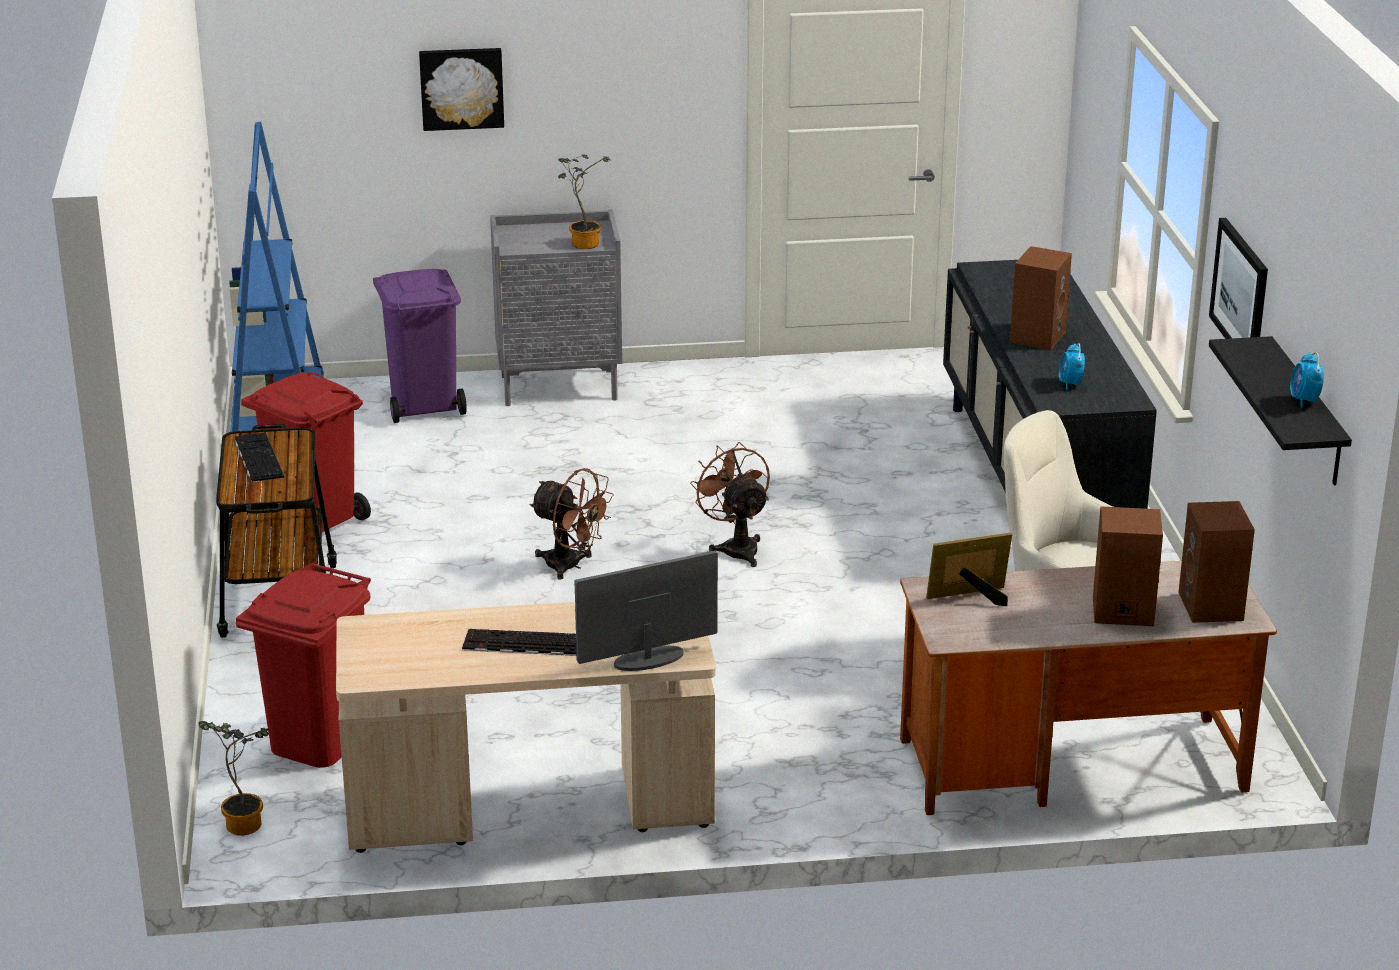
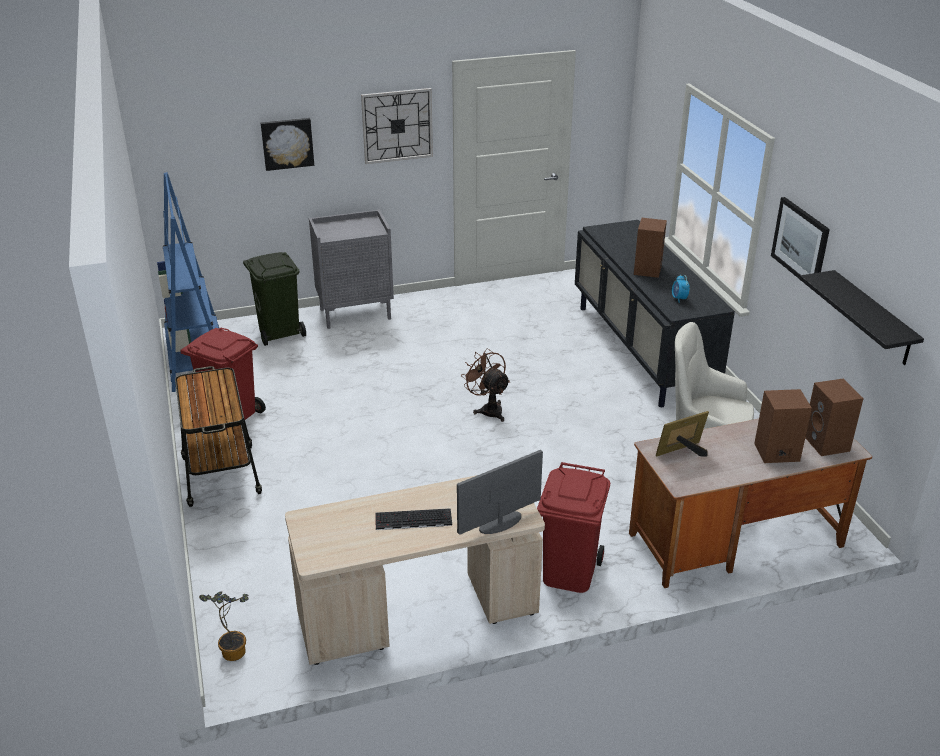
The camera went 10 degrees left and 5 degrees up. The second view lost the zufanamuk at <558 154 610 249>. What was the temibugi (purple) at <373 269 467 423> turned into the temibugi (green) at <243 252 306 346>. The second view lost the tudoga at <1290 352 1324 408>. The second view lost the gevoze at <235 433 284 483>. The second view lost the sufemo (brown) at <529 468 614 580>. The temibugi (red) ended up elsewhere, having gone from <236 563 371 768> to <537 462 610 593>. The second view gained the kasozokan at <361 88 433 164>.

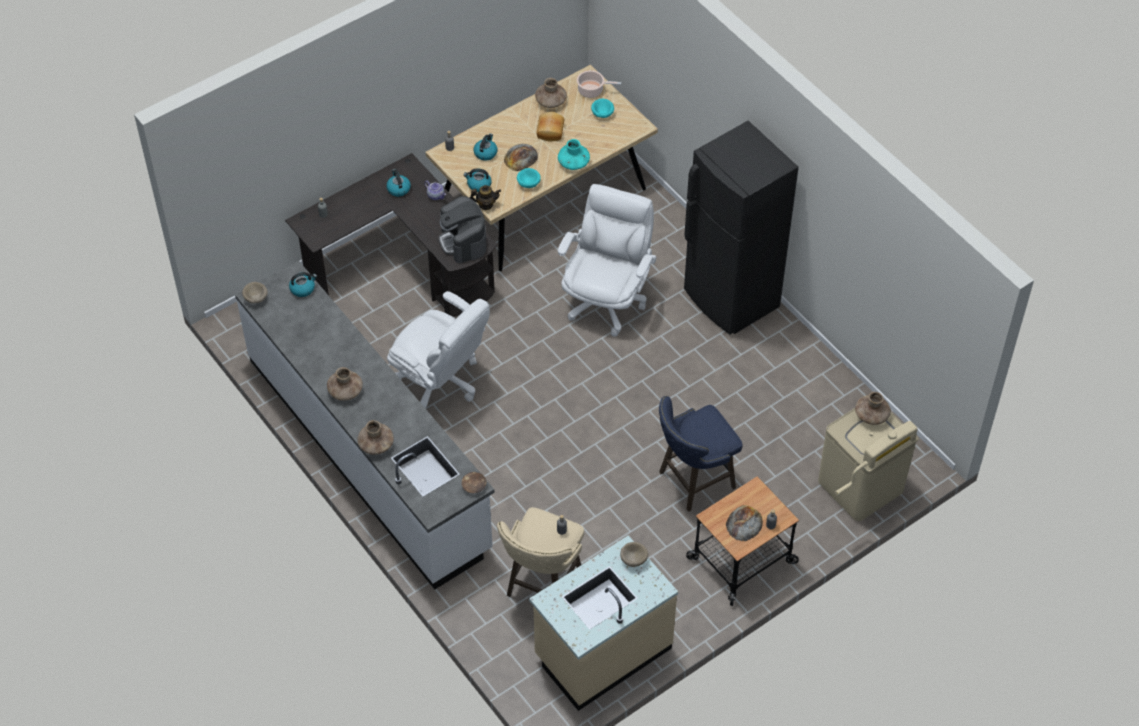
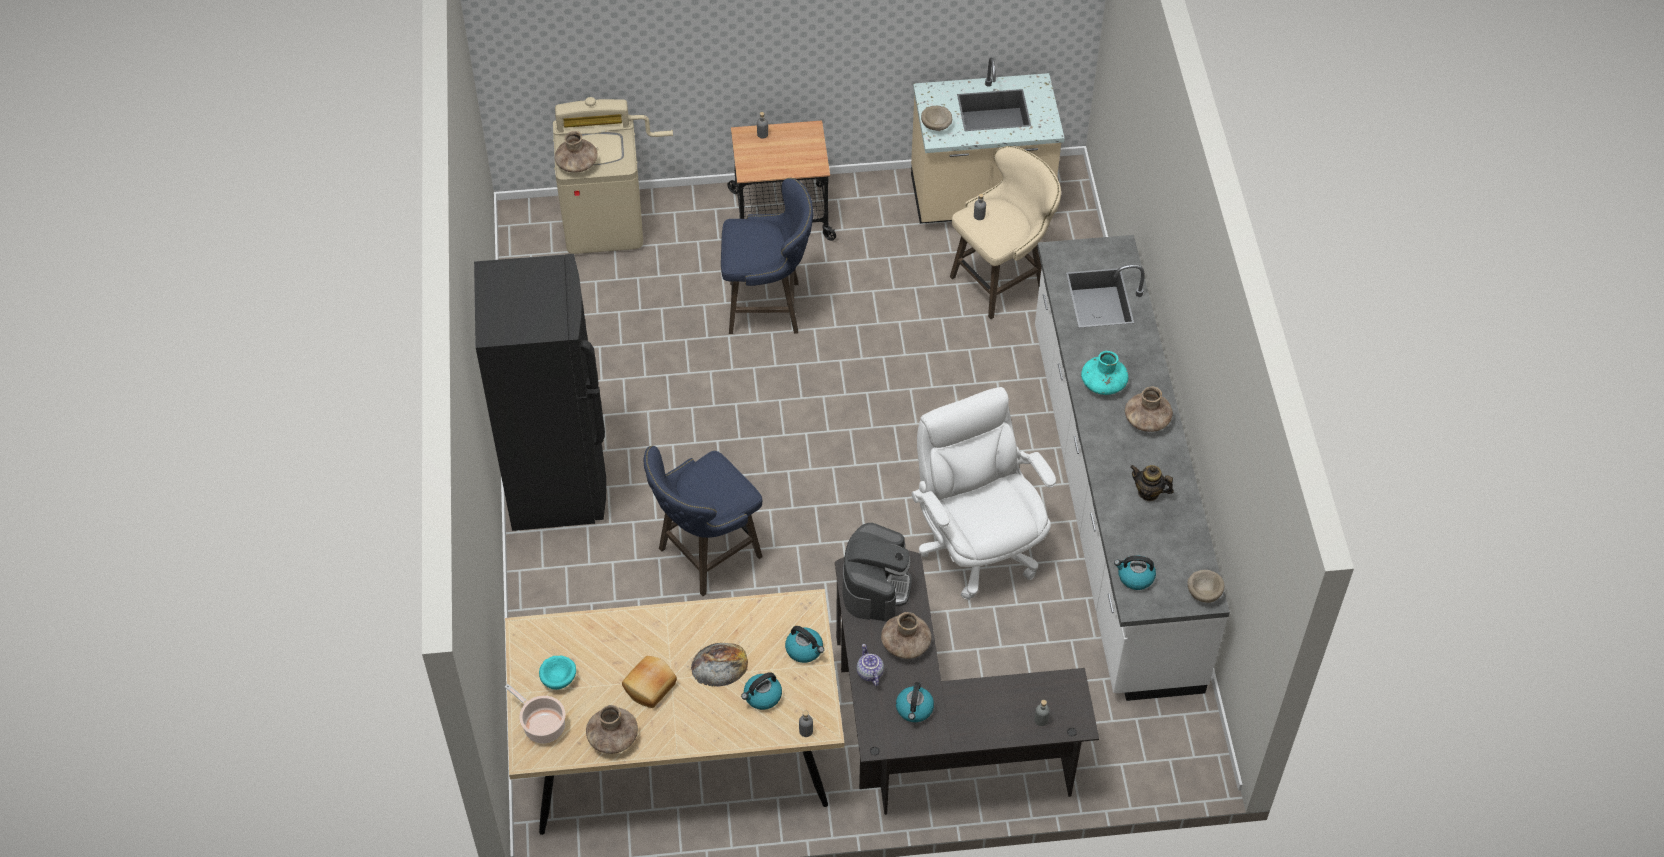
The camera went 150 degrees left and 0 degrees up. The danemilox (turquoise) ended up elsewhere, having gone from <558 139 590 170> to <1081 351 1128 395>. The second view lost the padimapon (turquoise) at <517 168 541 188>. Where the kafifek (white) stood at <558 184 656 337>, the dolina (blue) came to stand at <644 445 763 596>. The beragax ended up elsewhere, having gone from <470 185 501 210> to <1130 465 1174 501>. The danemilox (brown) ended up elsewhere, having gone from <357 420 394 455> to <881 612 931 659>. The second view lost the padimapon (brown) at <461 472 487 493>. The second view lost the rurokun at <726 505 763 541>.

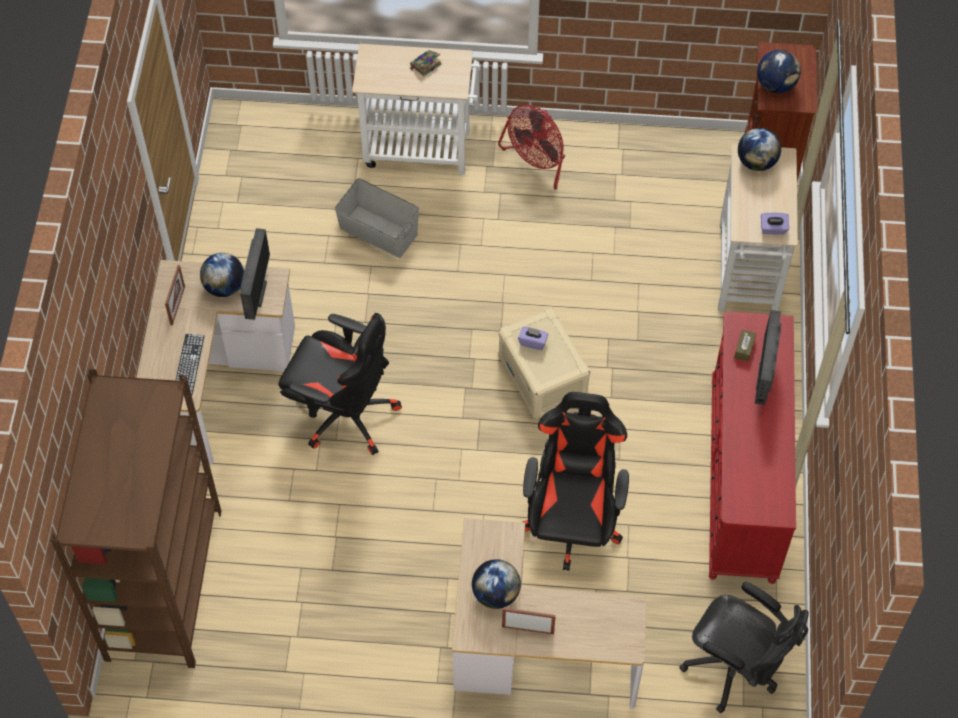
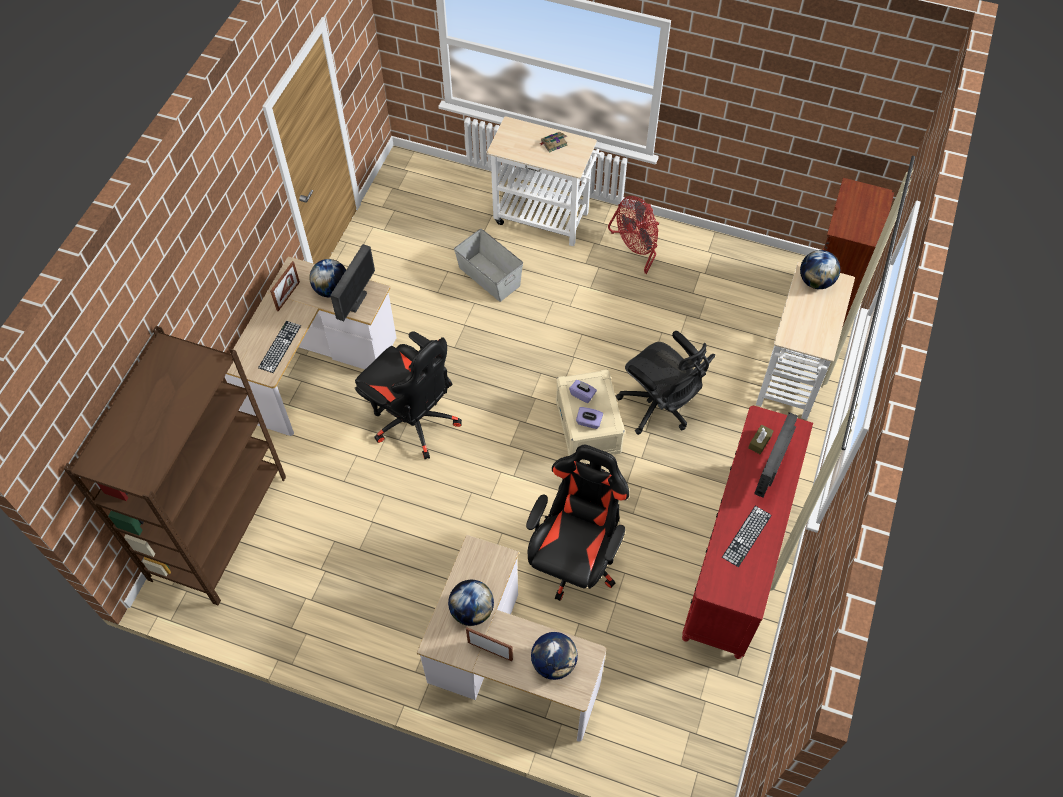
The camera went 15 degrees right and 0 degrees up. The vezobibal ended up elsewhere, having gone from <757 50 801 93> to <531 632 578 680>. The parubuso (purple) ended up elsewhere, having gone from <761 213 789 235> to <576 407 603 429>. The kafifek ended up elsewhere, having gone from <679 582 809 713> to <616 331 715 435>. The second view gained the gevoze at <722 506 772 567>.

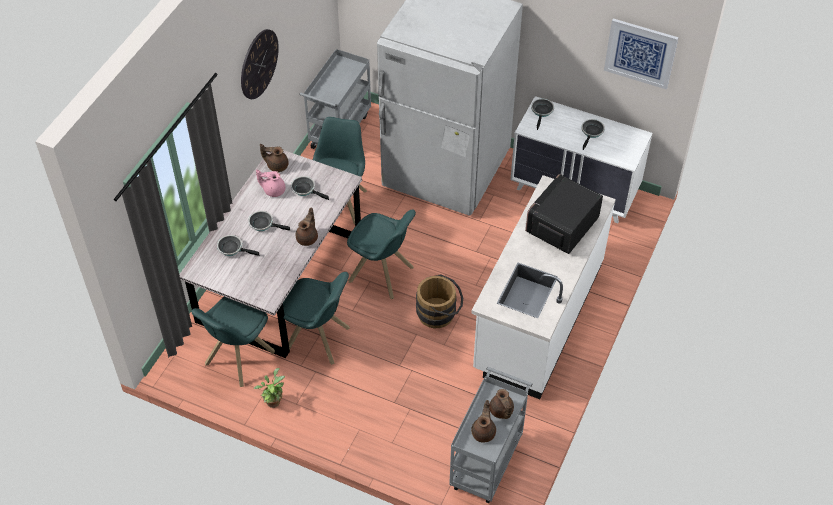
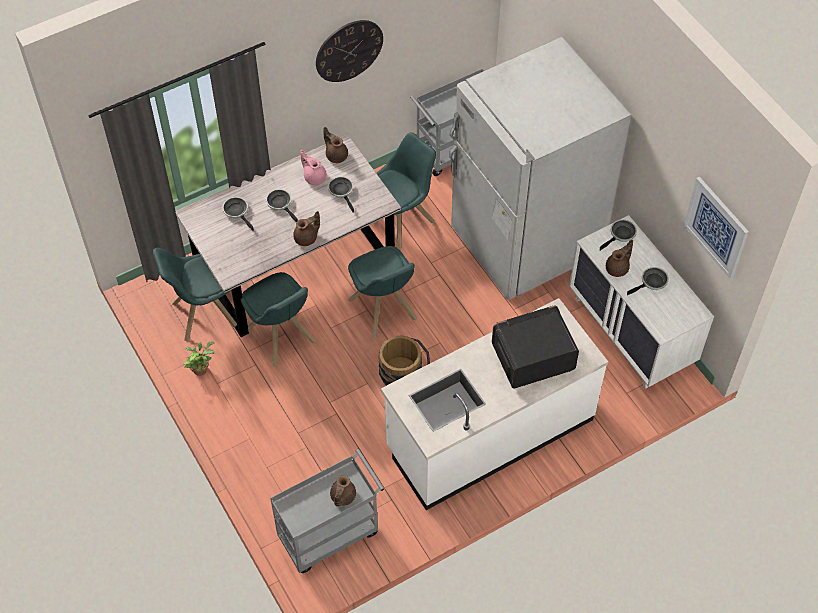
The camera went 35 degrees right and 5 degrees up. The beragax (brown) ended up elsewhere, having gone from <471 400 496 443> to <606 240 633 277>.

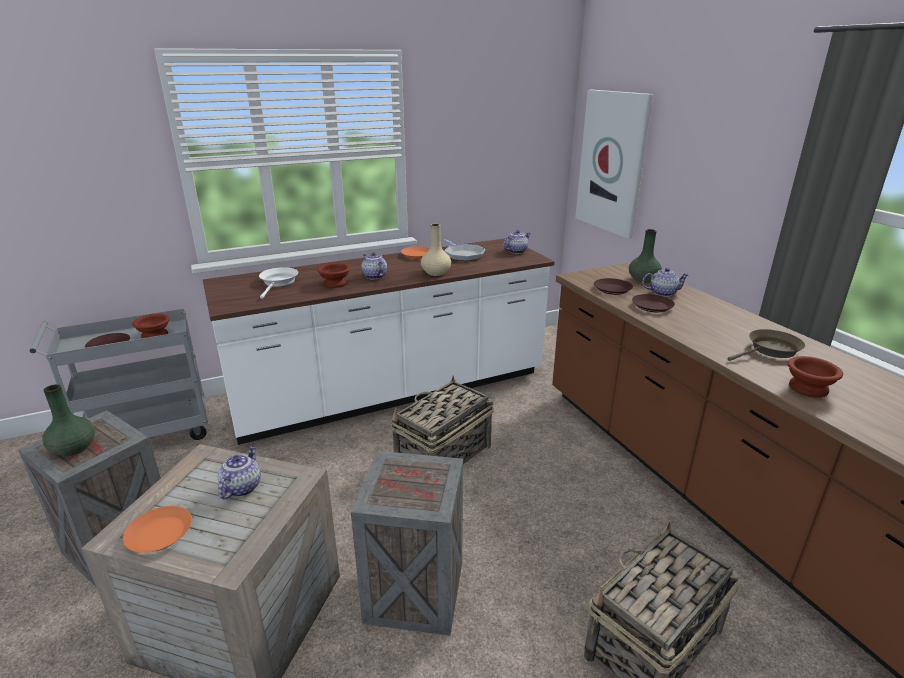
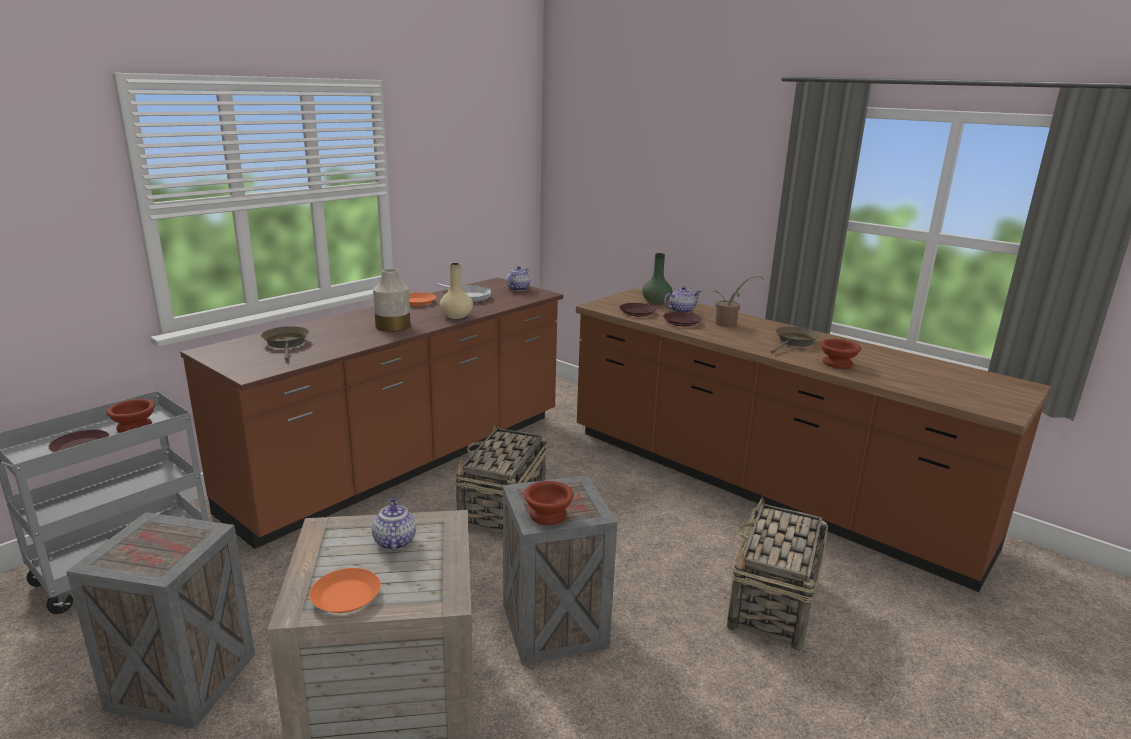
The camera went 25 degrees left and 5 degrees down. The second view lost the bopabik at <575 90 653 239>. What was the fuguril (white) at <203 238 555 445> turned into the fuguril (brown) at <180 277 563 549>. Where the beragax stood at <361 252 387 279>, the danemilox (beige) came to stand at <373 269 411 332>. The padimapon (brown) ended up elsewhere, having gone from <317 263 350 288> to <524 481 574 525>. What was the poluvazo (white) at <259 267 299 299> turned into the poluvazo (brown) at <261 326 309 361>. The second view lost the danemilox (green) at <42 384 95 456>. The second view gained the zufanamuk at <711 276 764 327>.

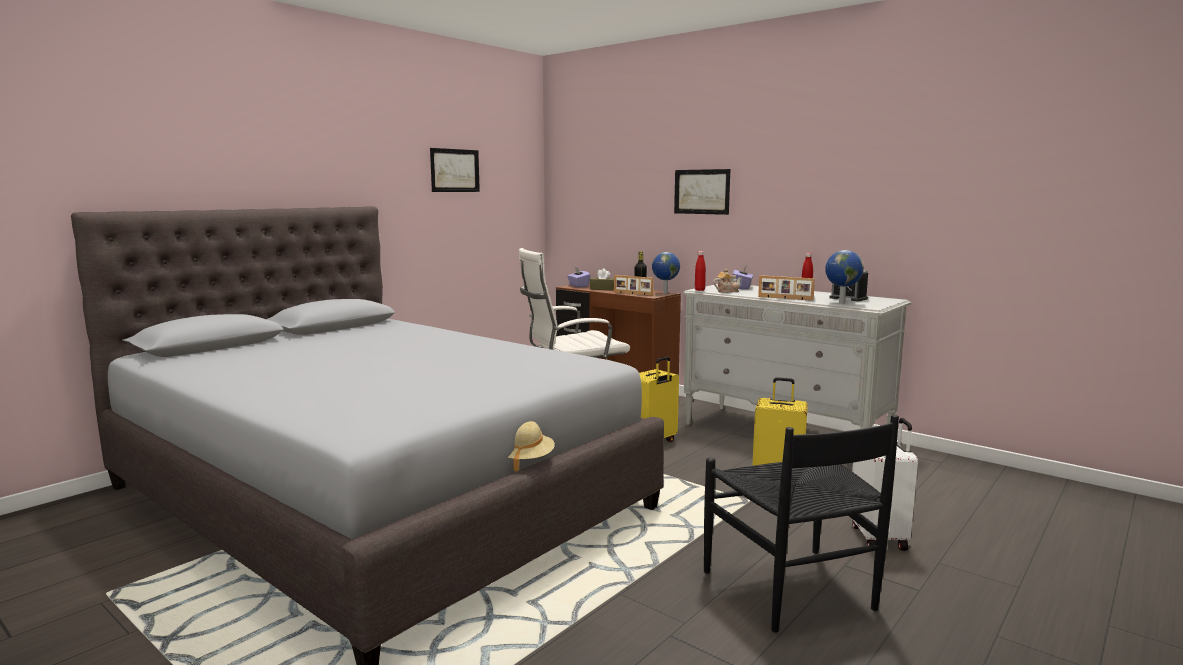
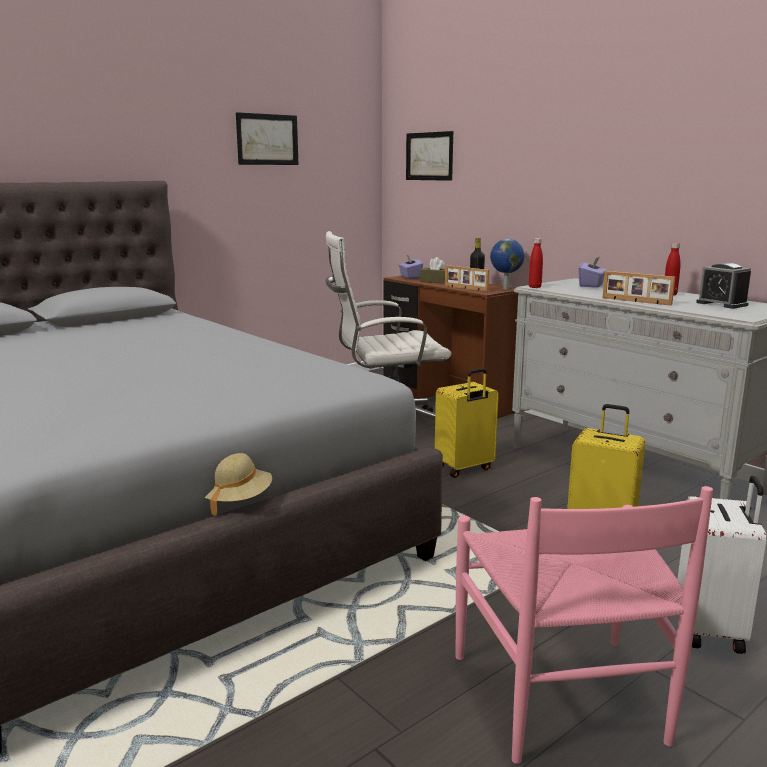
The camera went 10 degrees right and 5 degrees up. The bopabik ended up elsewhere, having gone from <674 169 730 215> to <406 131 453 181>. The second view lost the vezobibal at <825 250 864 304>. The second view lost the beragax at <713 268 742 293>. What was the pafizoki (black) at <704 415 899 633> turned into the pafizoki (pink) at <456 486 713 764>.

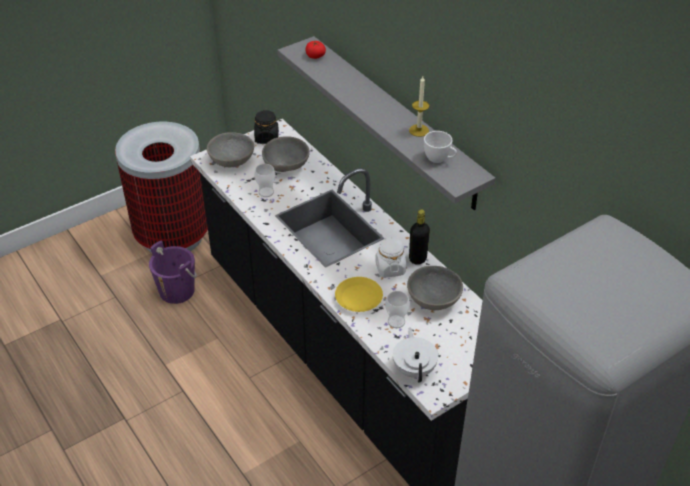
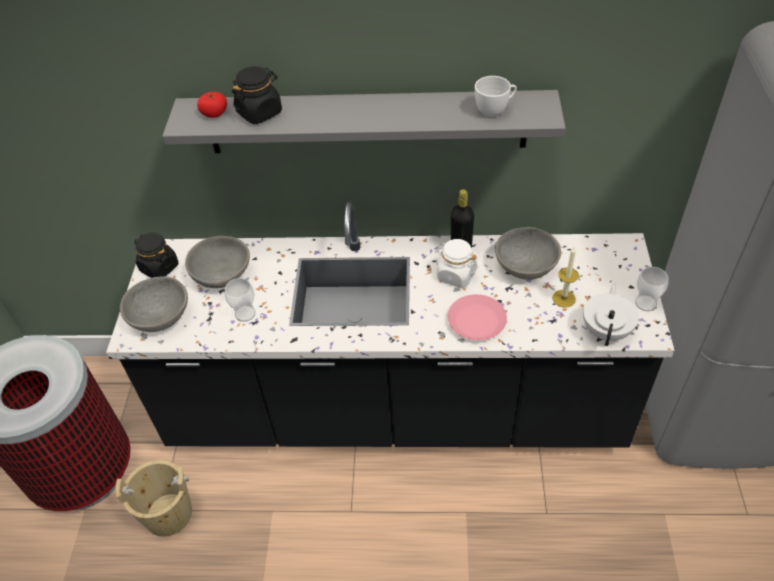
The camera went 50 degrees left and 5 degrees up. The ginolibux ended up elsewhere, having gone from <409 76 429 137> to <552 247 579 308>. What was the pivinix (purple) at <149 240 197 304> turned into the pivinix (beige) at <115 460 192 537>. What was the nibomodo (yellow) at <335 277 383 312> turned into the nibomodo (pink) at <448 294 507 340>. The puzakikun ended up elsewhere, having gone from <385 291 410 328> to <635 267 669 311>. The beragax (white) at <393 328 438 382> ended up facing another way, 75 degrees clockwise from before. The second view gained the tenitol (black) at <232 66 282 124>.

